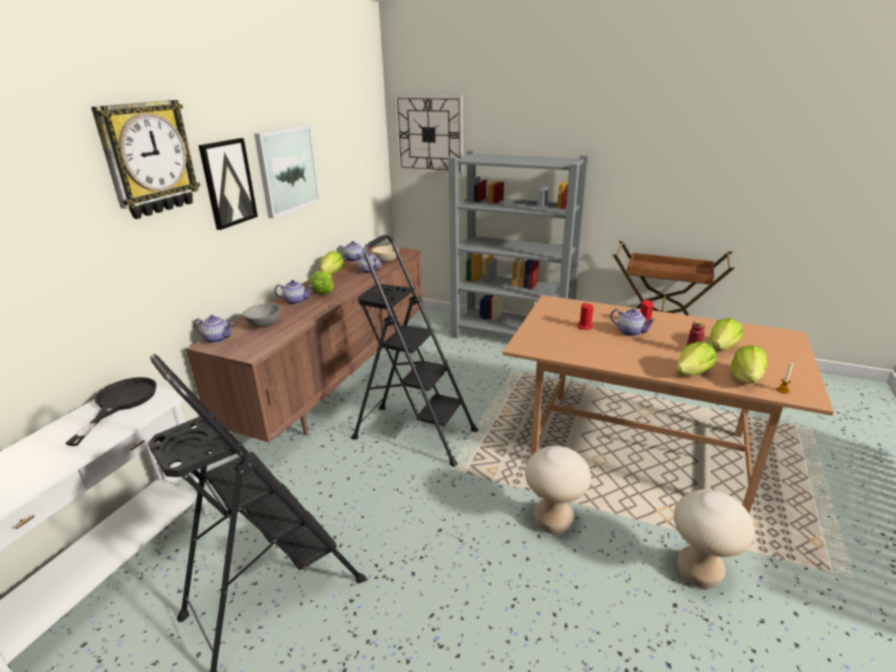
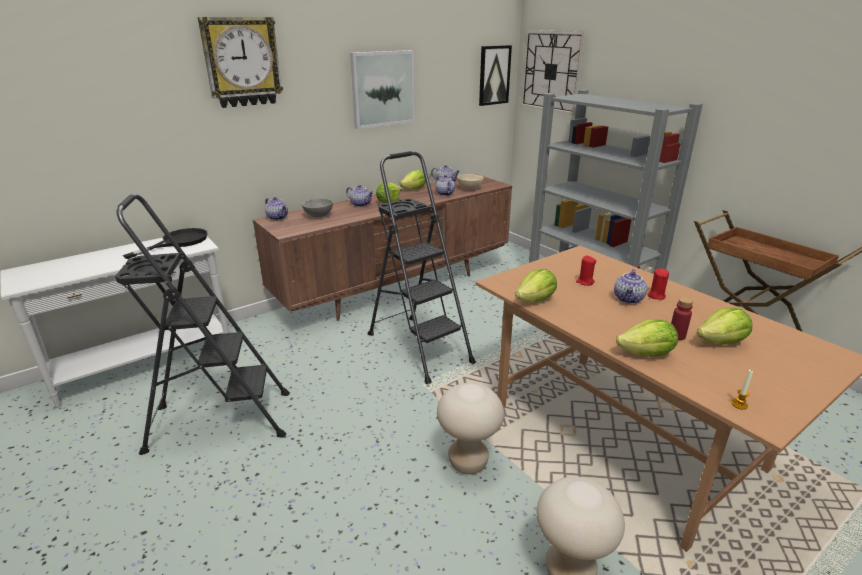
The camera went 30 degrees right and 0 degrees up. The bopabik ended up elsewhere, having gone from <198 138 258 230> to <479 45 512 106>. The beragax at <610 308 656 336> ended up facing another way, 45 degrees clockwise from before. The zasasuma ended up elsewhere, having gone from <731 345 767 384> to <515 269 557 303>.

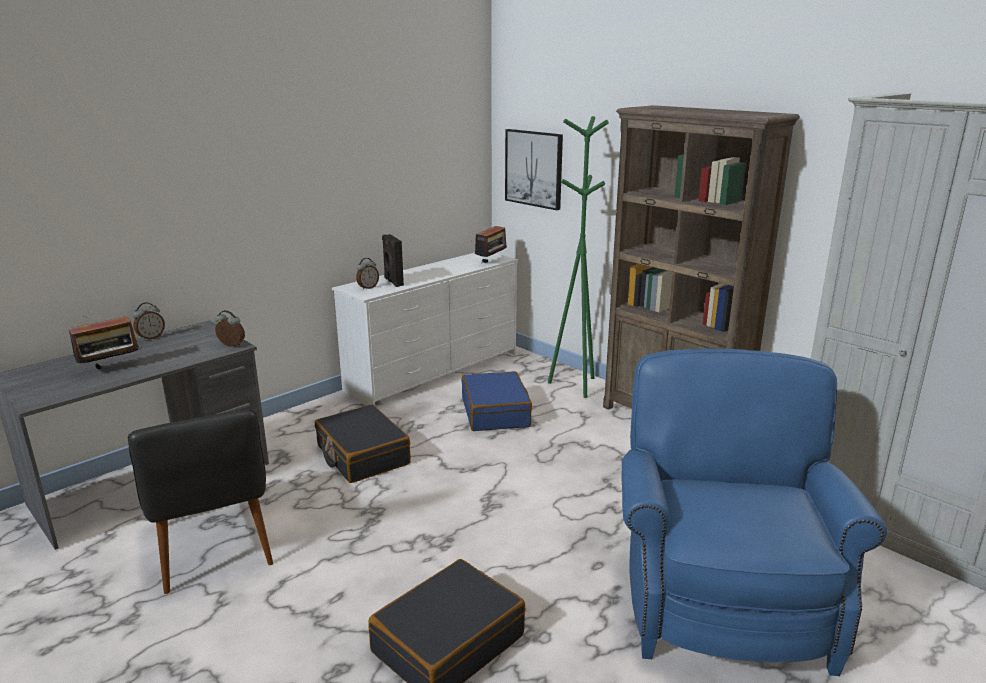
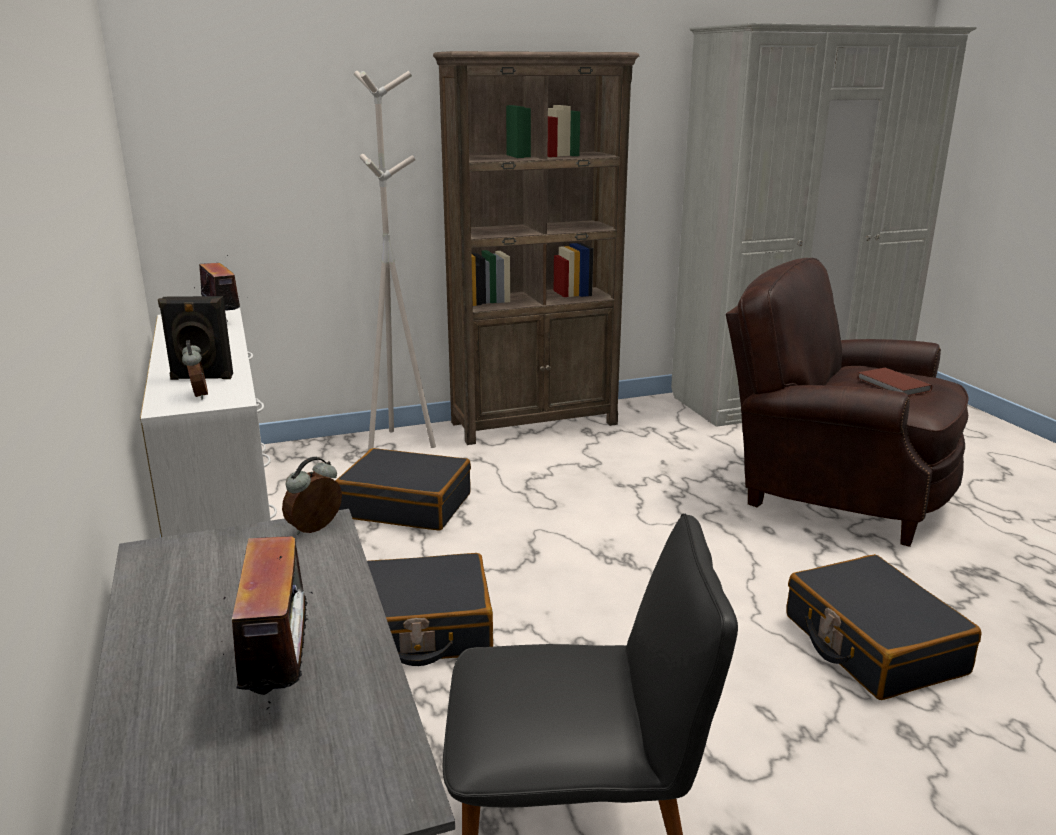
The camera went 65 degrees left and 0 degrees up. What was the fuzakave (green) at <548 116 609 398> turned into the fuzakave (grey) at <354 71 436 451>. The second view lost the bopabik at <505 129 563 210>. The second view lost the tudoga at <133 302 165 341>. What was the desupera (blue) at <622 349 887 676> turned into the desupera (brown) at <726 258 969 547>. What was the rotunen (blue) at <461 371 532 431> turned into the rotunen (black) at <335 448 471 530>. The second view gained the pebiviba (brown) at <857 368 932 396>.

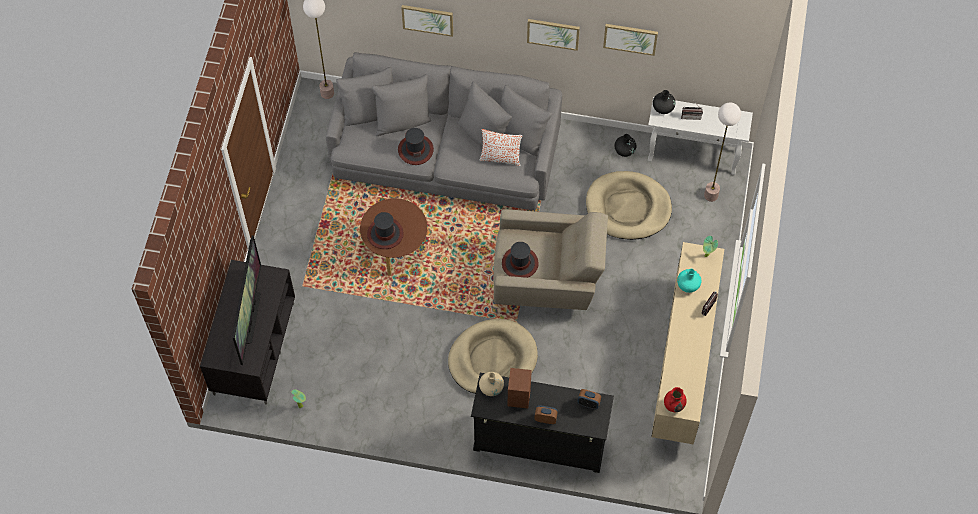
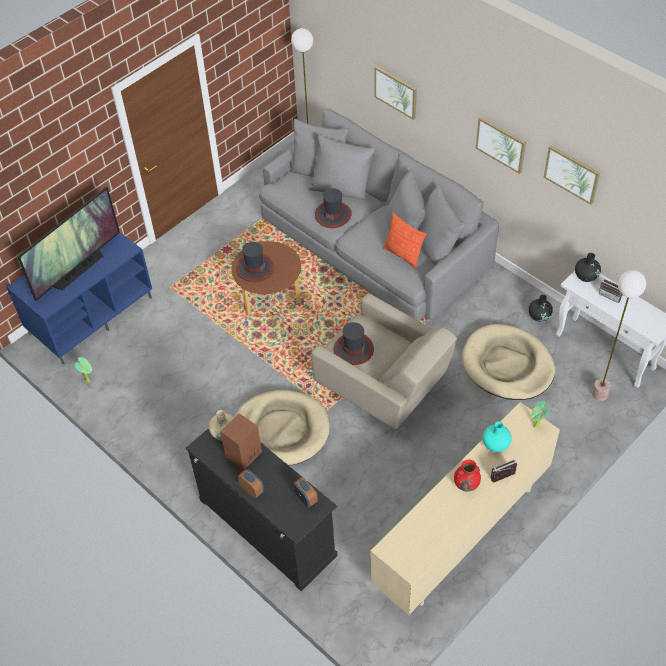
The camera went 35 degrees right and 10 degrees down. What was the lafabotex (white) at <480 129 522 166> turned into the lafabotex (orange) at <383 213 426 269>. What was the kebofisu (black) at <200 260 295 405> turned into the kebofisu (blue) at <7 232 152 364>. The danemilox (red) ended up elsewhere, having gone from <664 387 687 412> to <454 459 481 492>.

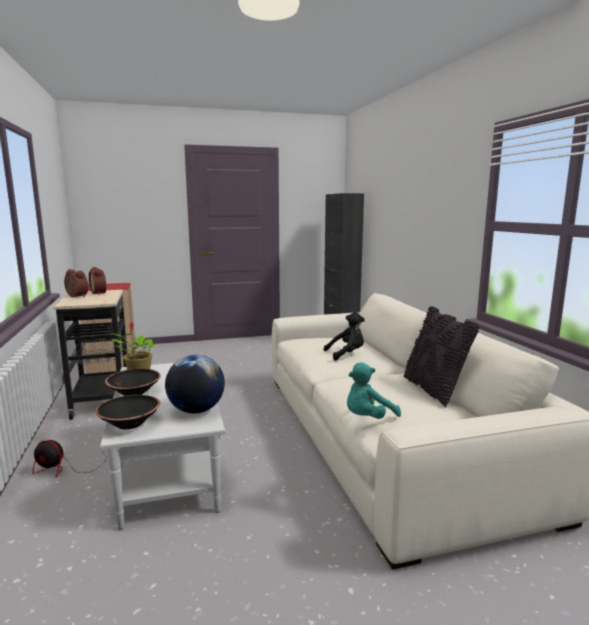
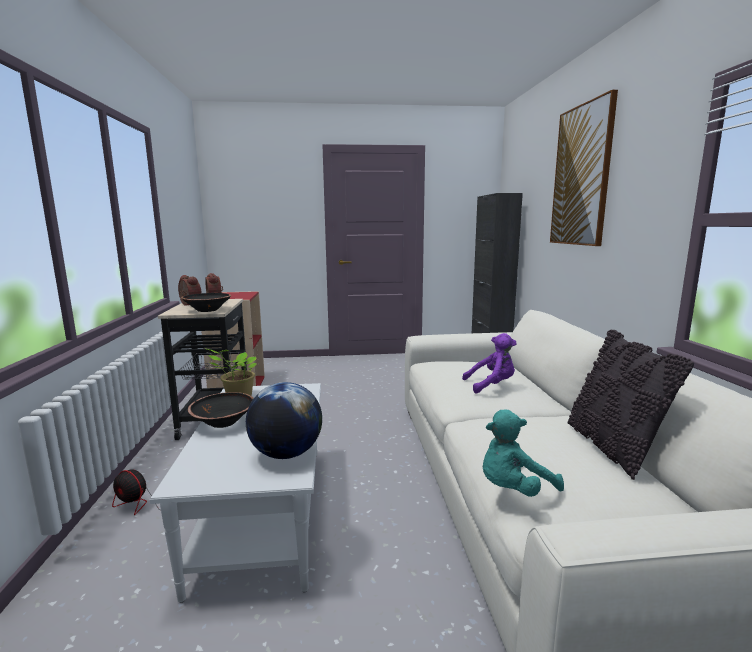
The camera went 10 degrees right and 0 degrees up. What was the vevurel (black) at <324 312 365 360> turned into the vevurel (purple) at <462 333 517 394>. The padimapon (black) ended up elsewhere, having gone from <95 395 160 429> to <181 293 231 312>. The second view gained the bopabik at <550 90 618 246>.

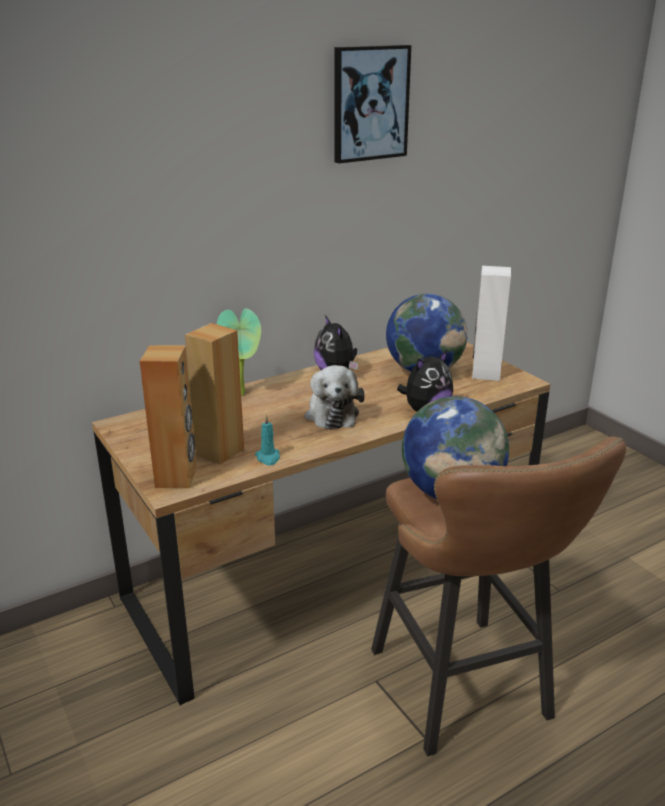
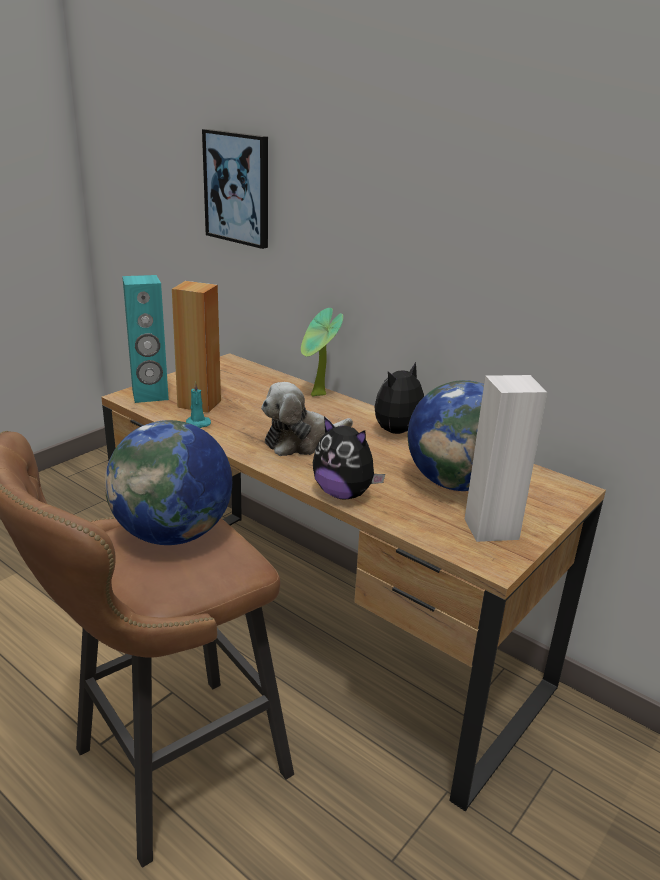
The camera went 70 degrees right and 0 degrees up. The bopabik ended up elsewhere, having gone from <334 45 411 163> to <202 129 268 249>. What was the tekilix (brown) at <140 345 197 488> turned into the tekilix (turquoise) at <122 275 169 403>.

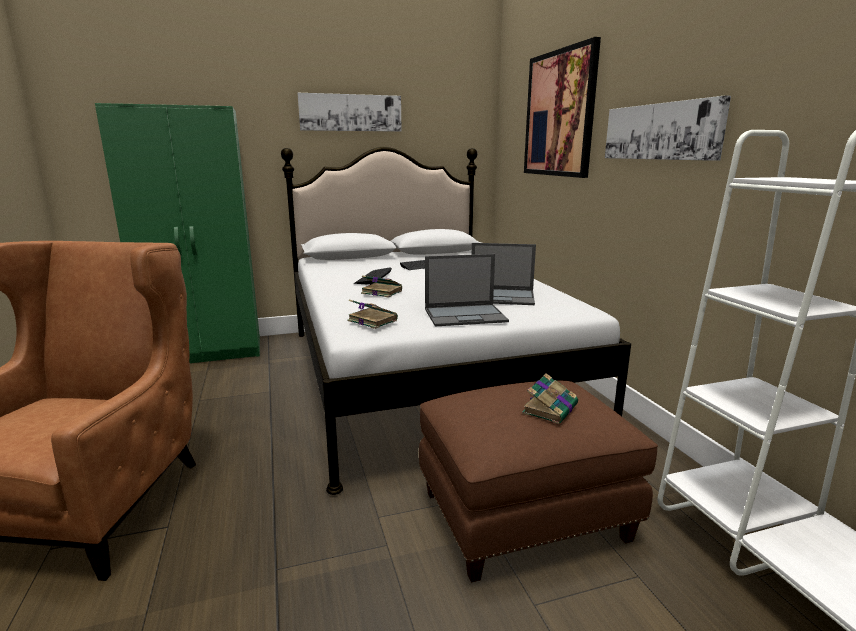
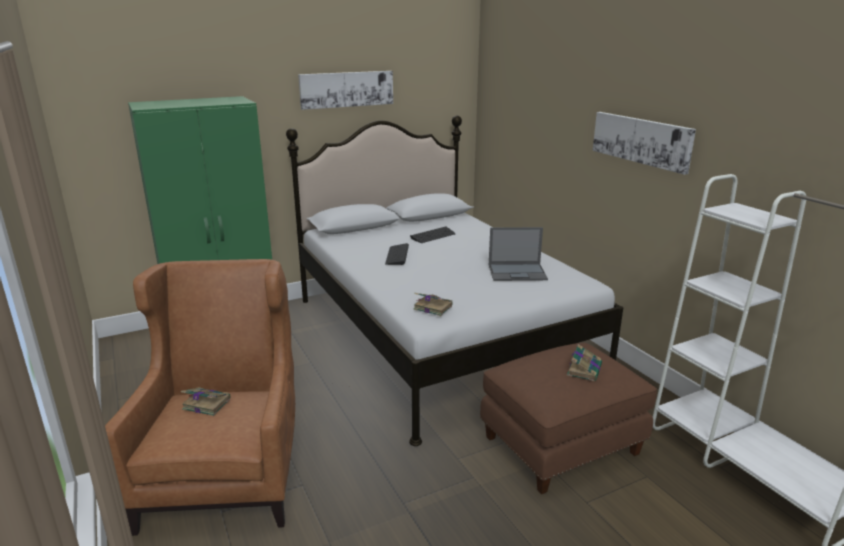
The camera went 10 degrees left and 5 degrees up. The second view lost the bopabik at <524 37 601 178>. The second view lost the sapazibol at <425 254 509 326>. The pebiviba ended up elsewhere, having gone from <361 275 402 298> to <181 387 230 416>.

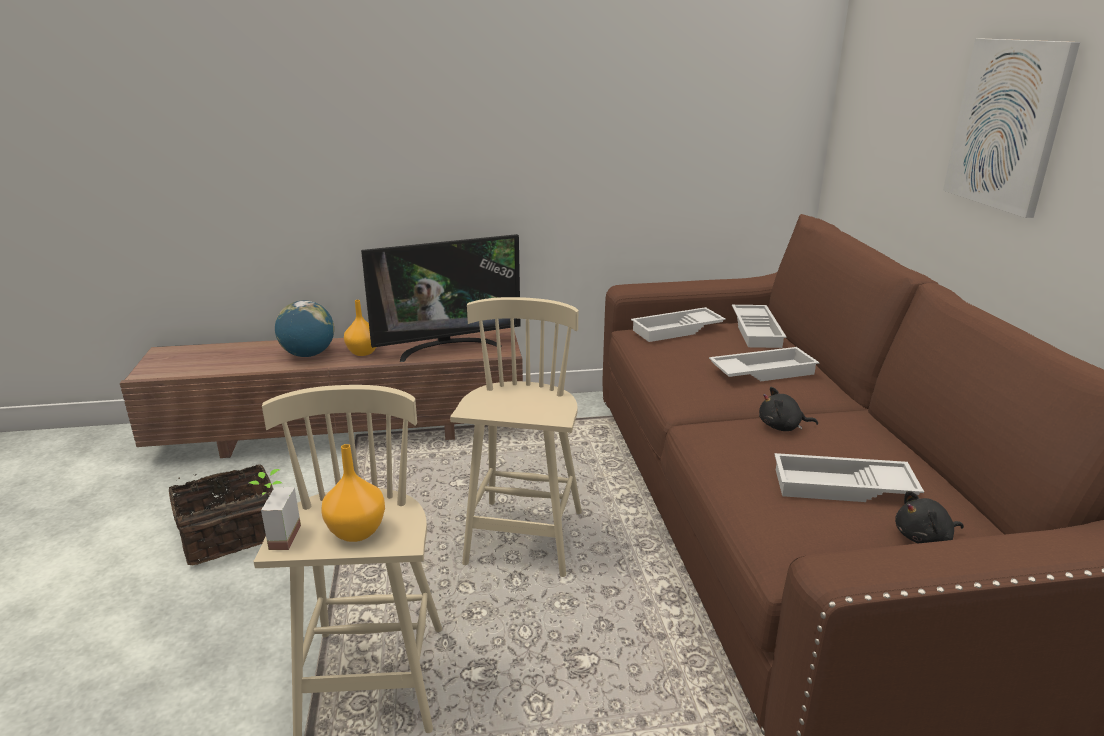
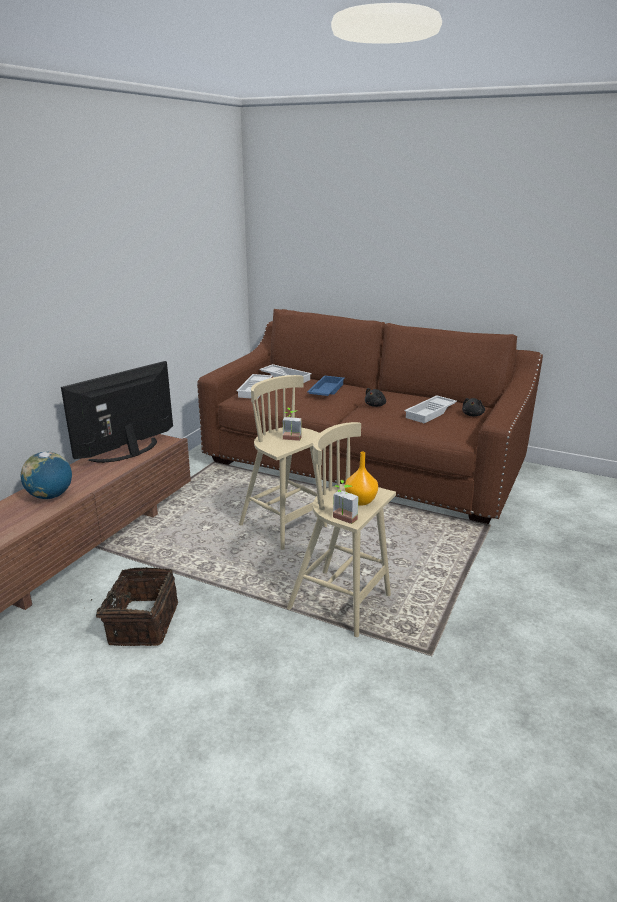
The camera went 55 degrees left and 0 degrees up. The second view lost the bopabik at <943 39 1080 218>. The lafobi at <361 234 521 362> ended up facing another way, 150 degrees counterclockwise from before. The second view lost the danemilox (orange) at <344 300 376 356>. What was the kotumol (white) at <709 347 819 381> turned into the kotumol (blue) at <307 375 345 396>. The second view gained the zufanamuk at <283 408 302 441>.

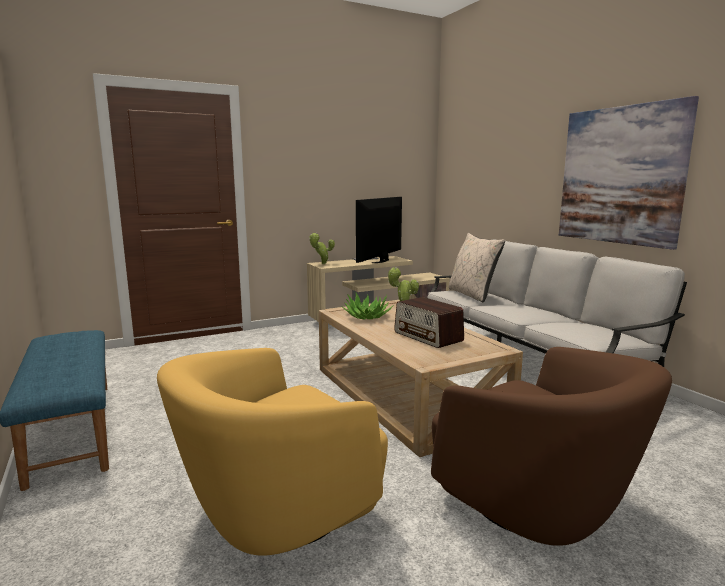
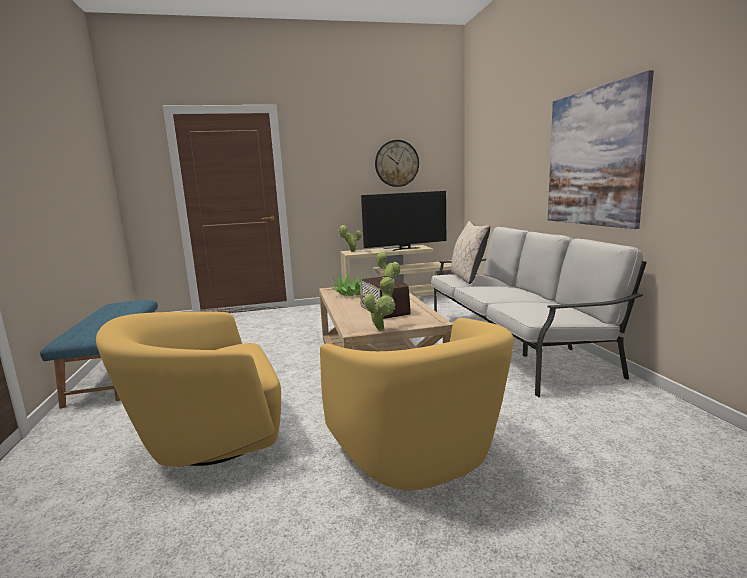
The camera went 15 degrees right and 0 degrees up. The lafobi at <356 197 402 263> ended up facing another way, 150 degrees counterclockwise from before. What was the desupera (brown) at <431 347 672 546> turned into the desupera (yellow) at <320 318 514 490>. The second view gained the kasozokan at <375 140 419 187>. The second view gained the zufanamuk at <364 277 395 331>.

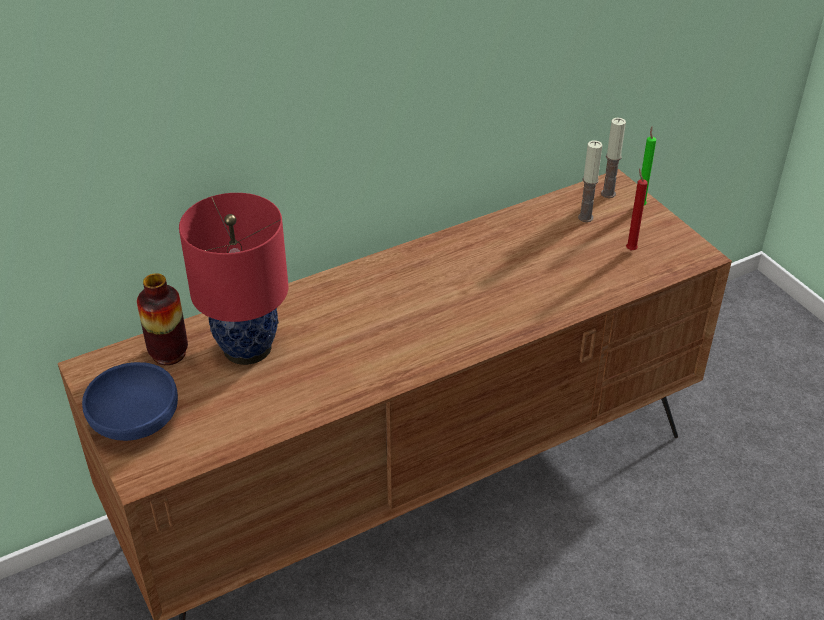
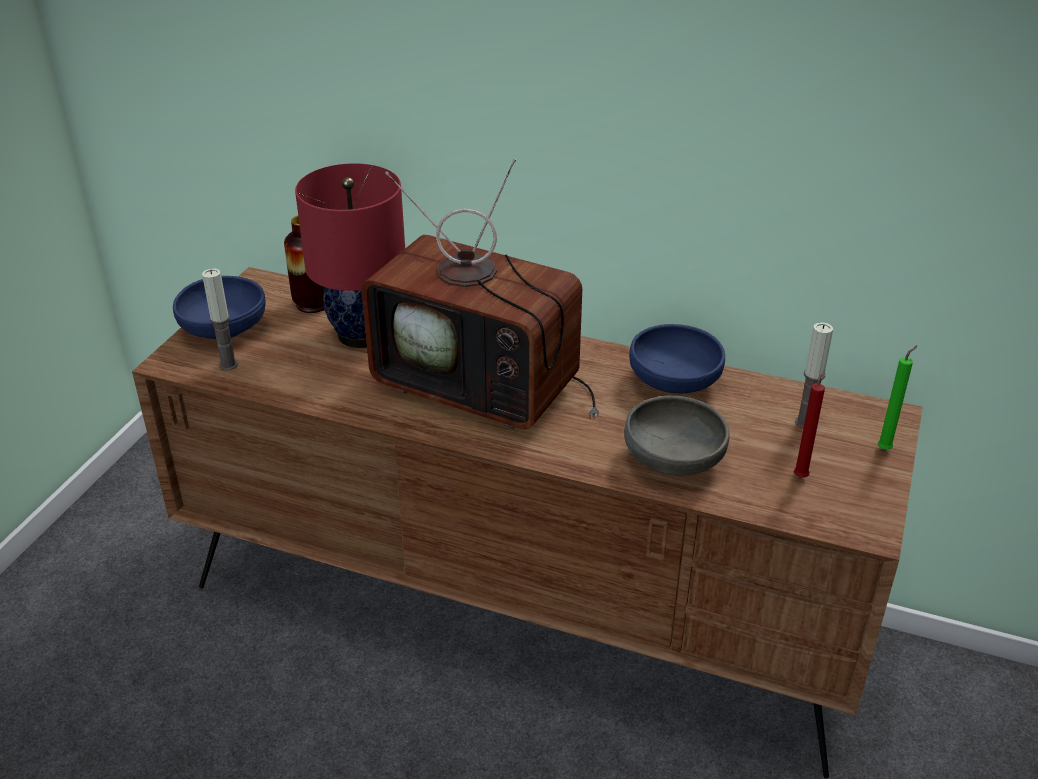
The camera went 50 degrees right and 5 degrees down. The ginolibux ended up elsewhere, having gone from <601 118 626 198> to <202 268 238 371>. The second view gained the lafobi at <361 158 599 430>. The second view gained the padimapon (blue) at <629 324 725 393>. The second view gained the padimapon (grey) at <624 396 730 476>.

